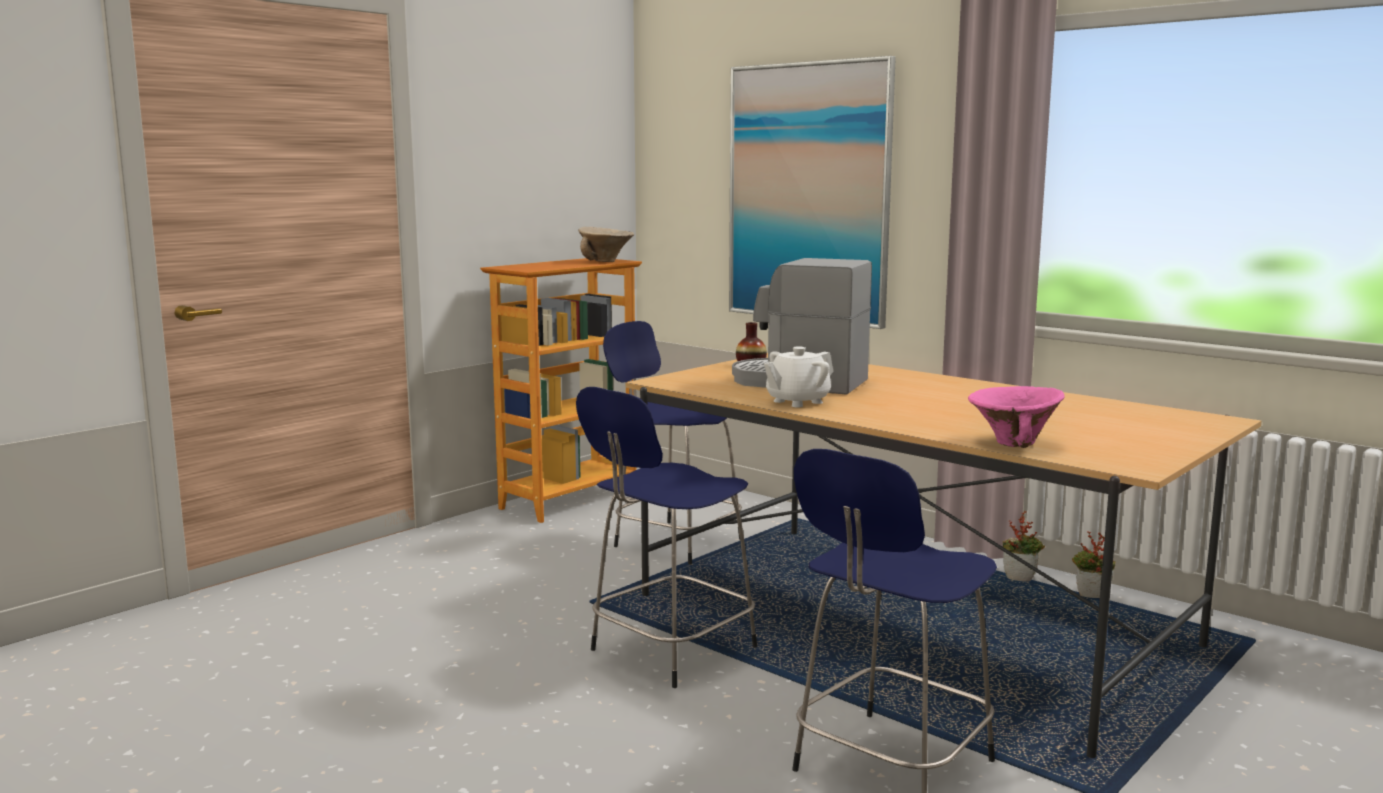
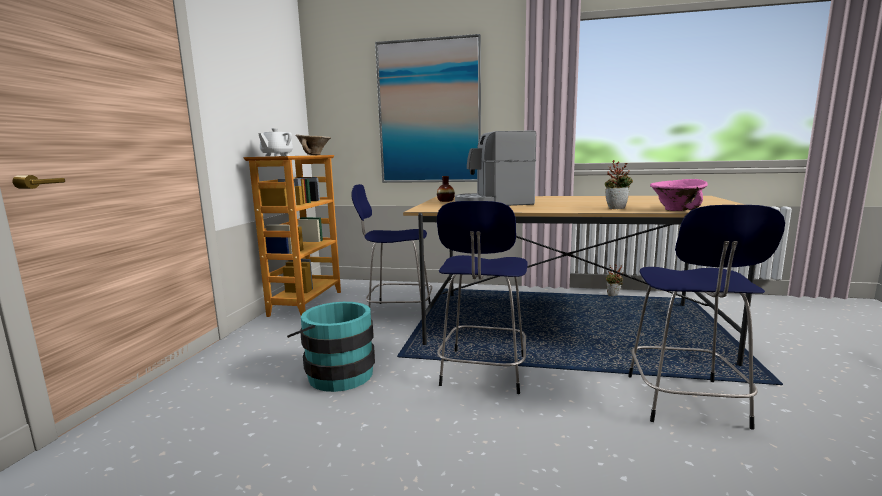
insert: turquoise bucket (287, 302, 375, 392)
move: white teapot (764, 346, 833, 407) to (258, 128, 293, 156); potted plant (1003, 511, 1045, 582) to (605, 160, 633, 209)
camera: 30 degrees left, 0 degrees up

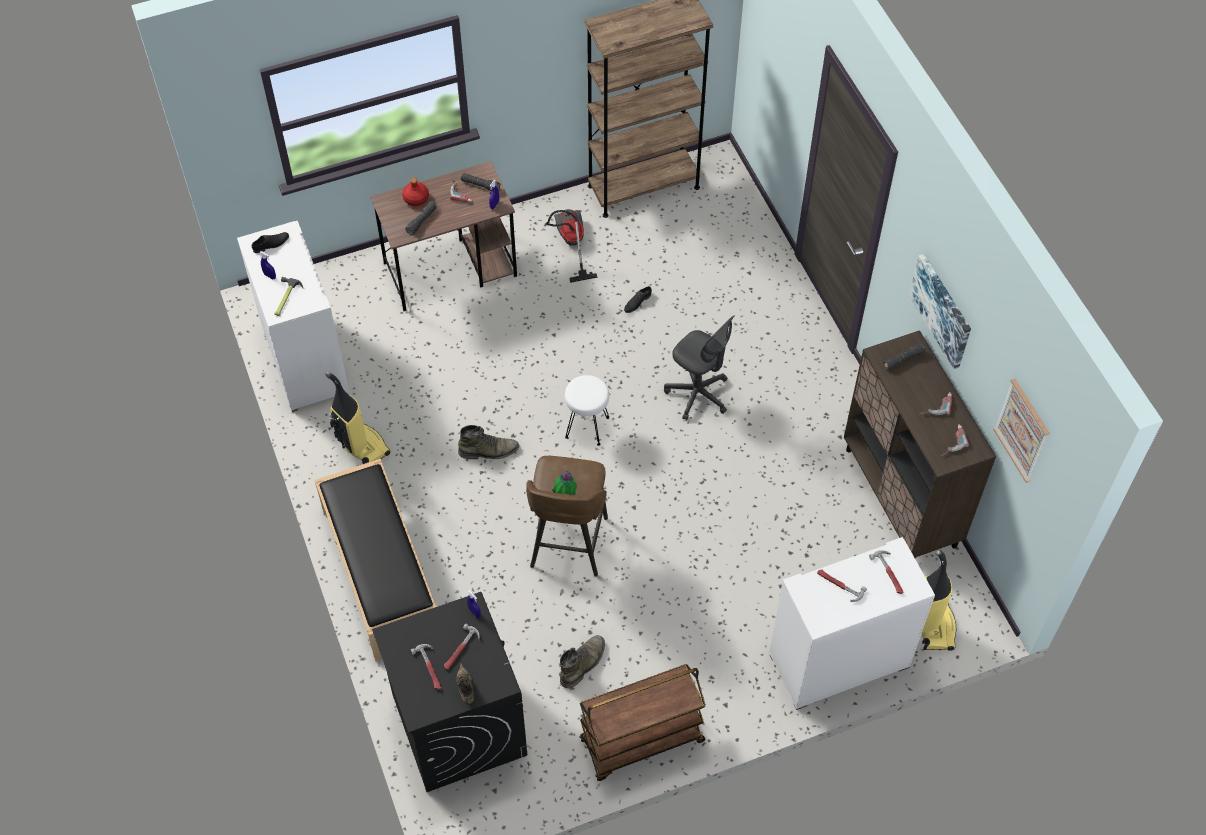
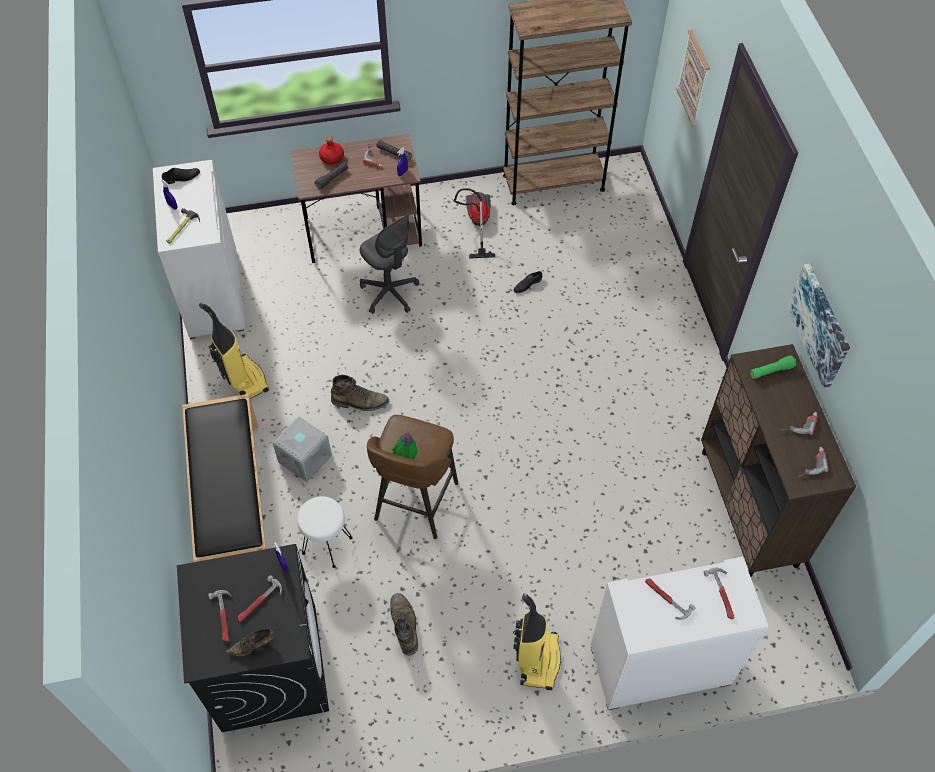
delete: brown cart (579, 664, 706, 781)
insert: grey storage box (273, 416, 332, 482)
move: white stool (565, 375, 609, 446) to (297, 496, 353, 568); grey office chair (664, 315, 734, 420) to (360, 214, 419, 314); vacuum cleaner (921, 549, 956, 651) to (513, 593, 561, 690); picture (993, 379, 1050, 483) to (676, 30, 710, 127)
recolor: black flashlight (884, 342, 925, 369) to green flashlight (750, 356, 796, 379)
rotate: brown shoe (456, 663, 474, 704) = (225, 628, 275, 656) 105 degrees counterclockwise; green boot (560, 635, 605, 688) = (390, 593, 418, 655) 60 degrees counterclockwise
camera: 10 degrees right, 0 degrees up

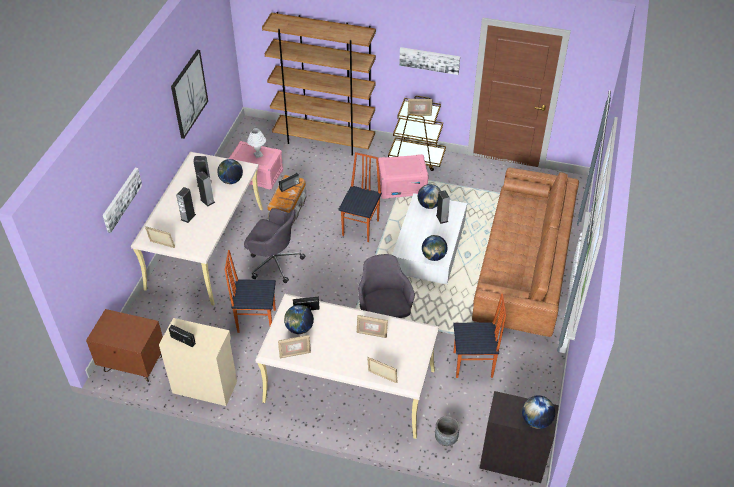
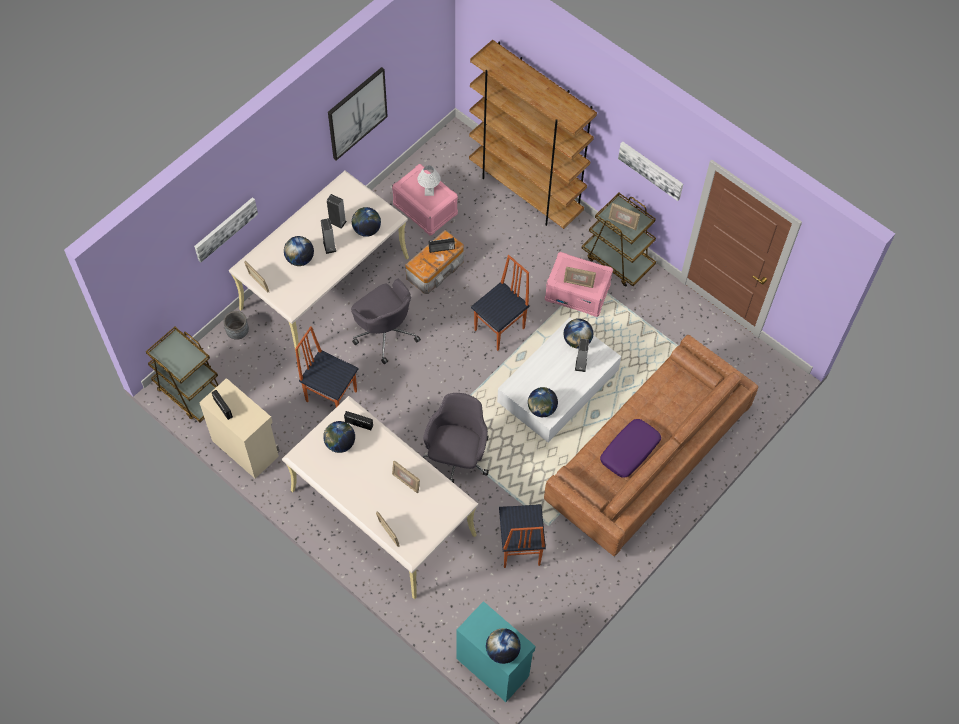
insert: purple pillow (600, 419, 661, 478)
move: picture frame (278, 335, 311, 359) to (564, 267, 596, 288); grey planter (435, 416, 460, 446) to (223, 311, 249, 340)
replace: brown nightstand (86, 309, 163, 382) to brown cart (146, 327, 218, 422); speaker (176, 187, 196, 223) to globe (284, 236, 314, 266)
recolor: black cabinet (480, 391, 559, 483) to turquoise cabinet (456, 601, 536, 702)
rotate: chair (453, 294, 506, 378) = (499, 504, 546, 568) 60 degrees clockwise
camera: 25 degrees right, 15 degrees up

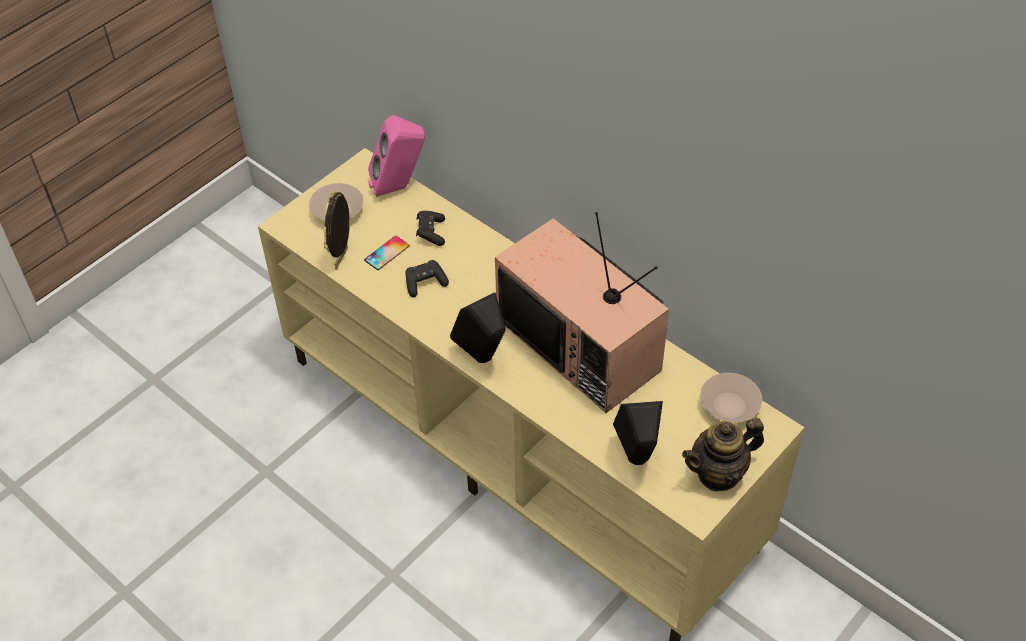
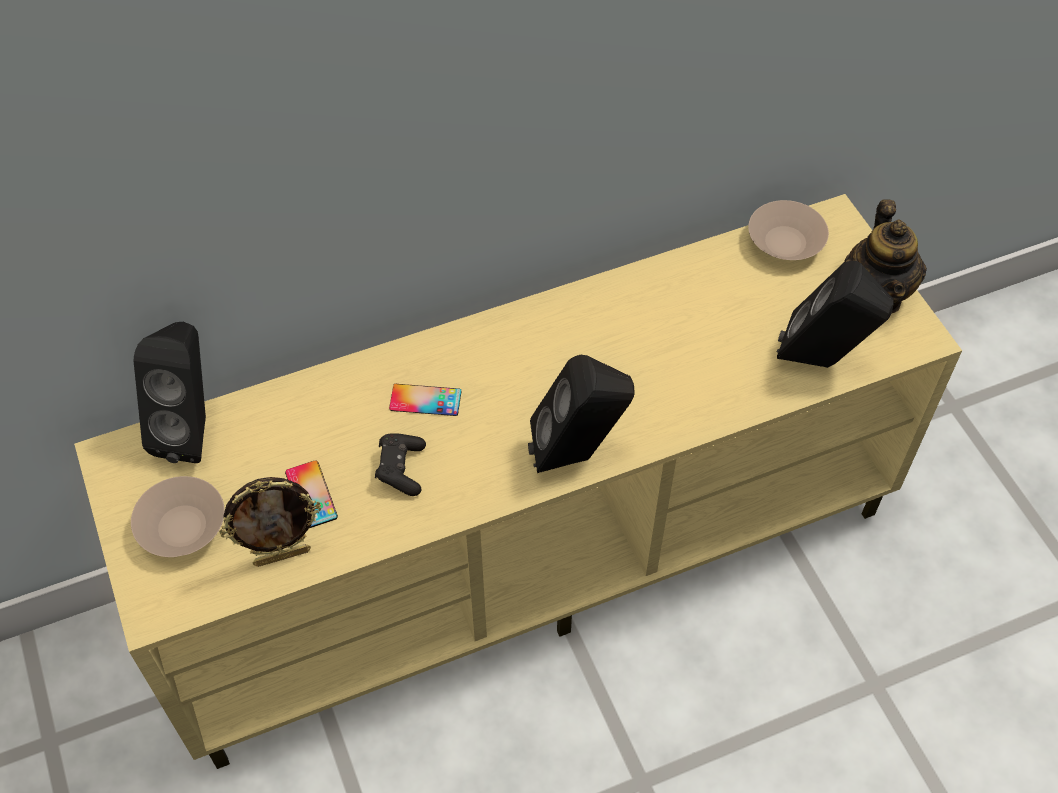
delete: black game controller (416, 211, 445, 246); television (495, 212, 669, 413)
insert: phone (389, 384, 461, 416)
recolor: pink speaker (368, 115, 425, 197) to black speaker (134, 322, 206, 463)
rotate: picture frame (324, 190, 350, 270) = (219, 477, 321, 567) 60 degrees counterclockwise
camera: 65 degrees left, 5 degrees up

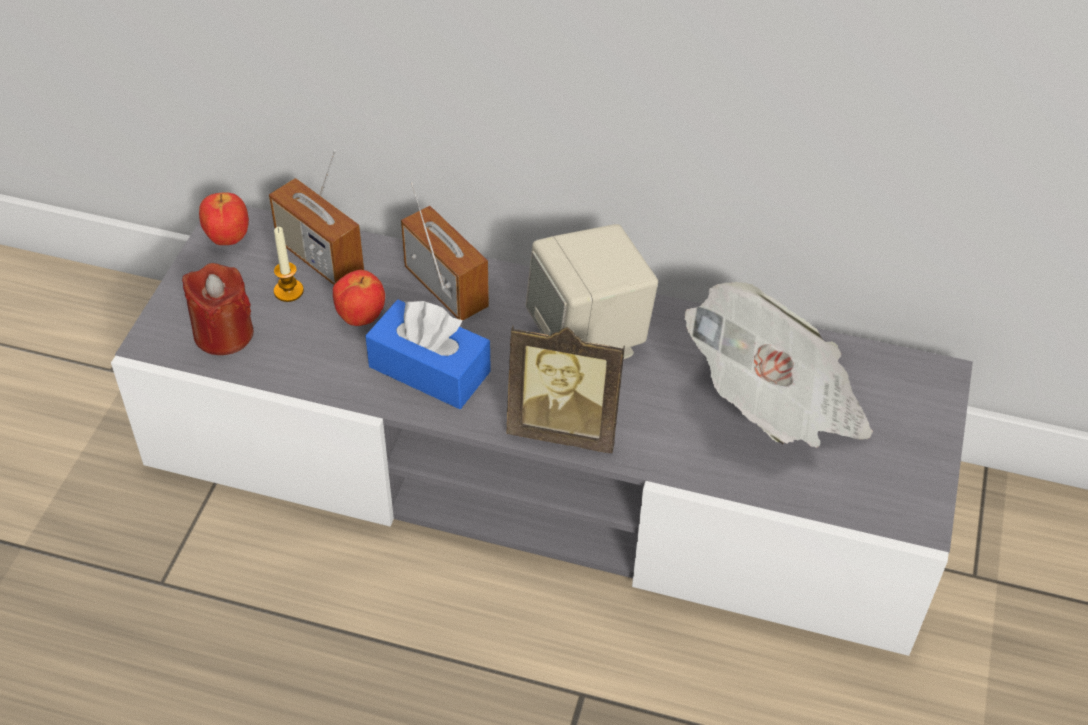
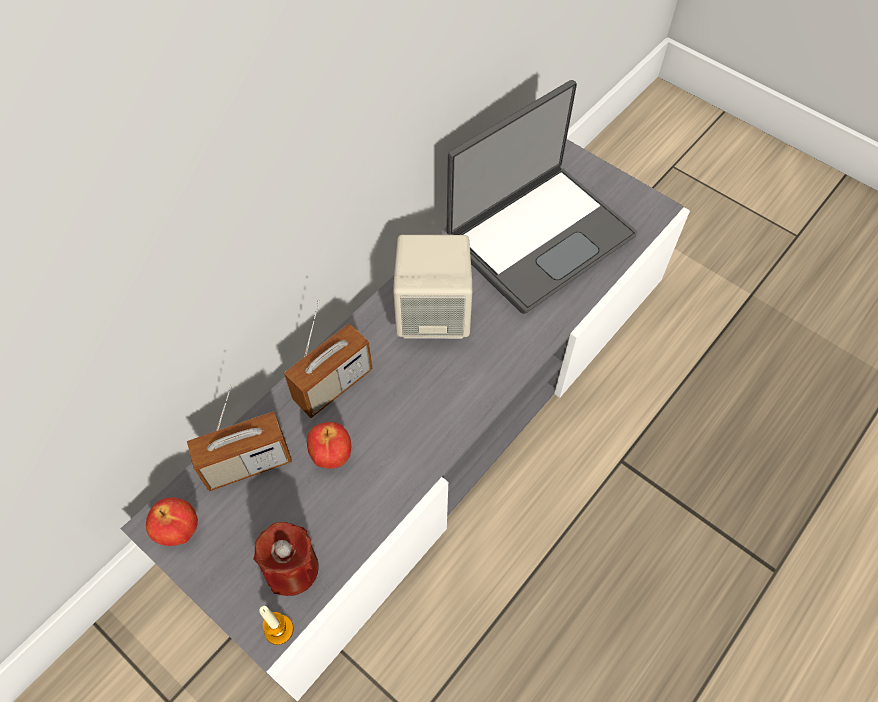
delete: blue tissue box (365, 300, 491, 409); picture frame (506, 326, 625, 453)
move: candle (274, 227, 304, 302) to (259, 606, 293, 645)
replace: newspaper (685, 282, 873, 448) to laptop (447, 80, 637, 314)
rotate: radio (401, 181, 489, 320) = (284, 299, 373, 418) 150 degrees clockwise
camera: 65 degrees left, 10 degrees up

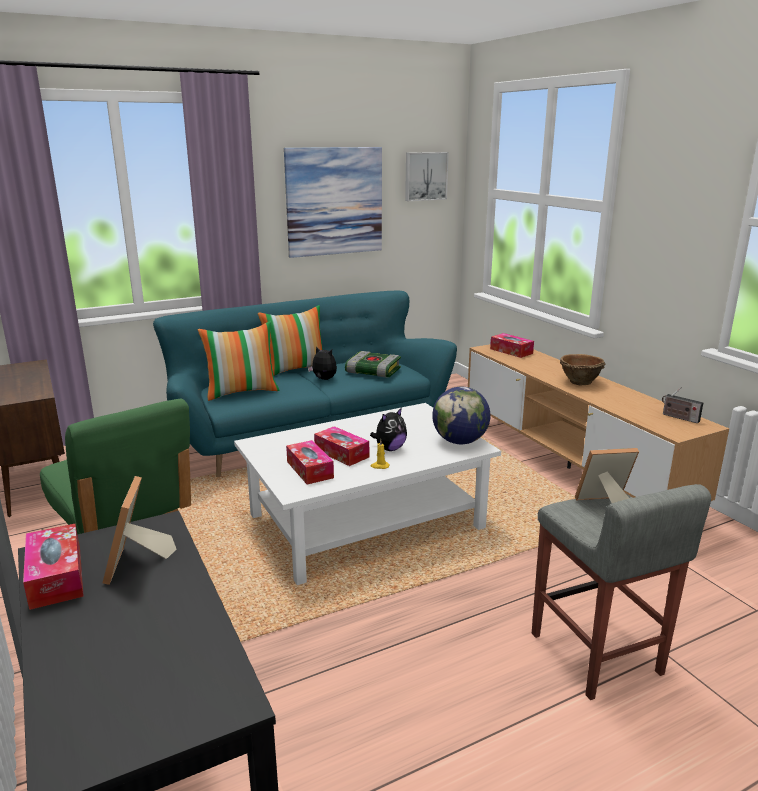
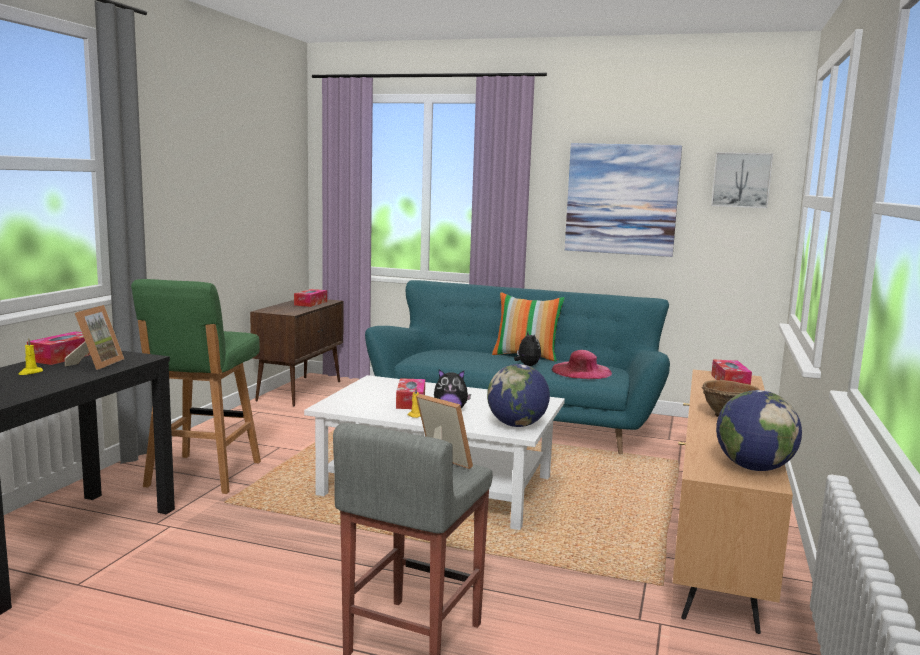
delete: pillow (198, 321, 280, 401)
insert: yellow candle (19, 338, 43, 375)
move: tissue box (286, 440, 334, 485) to (294, 289, 327, 307)
replace: book (345, 351, 401, 378) to pink hat (552, 350, 612, 379); radio (662, 387, 703, 424) to globe (716, 390, 802, 471)
rotate: picture frame (103, 476, 177, 585) = (65, 305, 124, 370) 150 degrees clockwise
camera: 45 degrees right, 10 degrees down

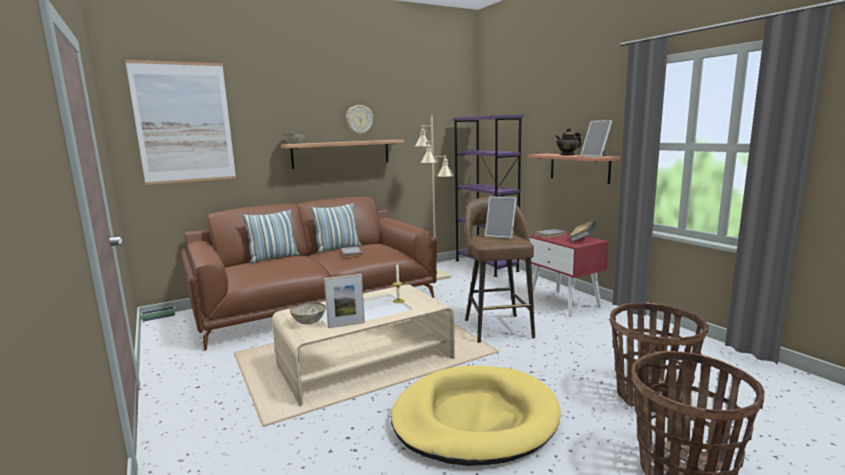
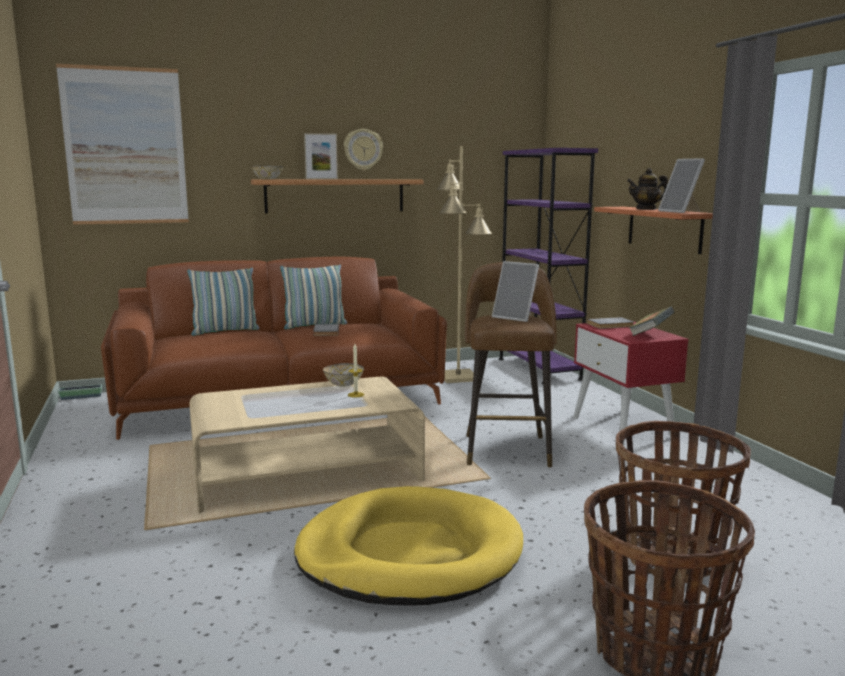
move: bowl (290, 302, 326, 324) to (323, 363, 364, 386); picture frame (324, 274, 365, 328) to (304, 133, 338, 179)
camera: 10 degrees right, 0 degrees up

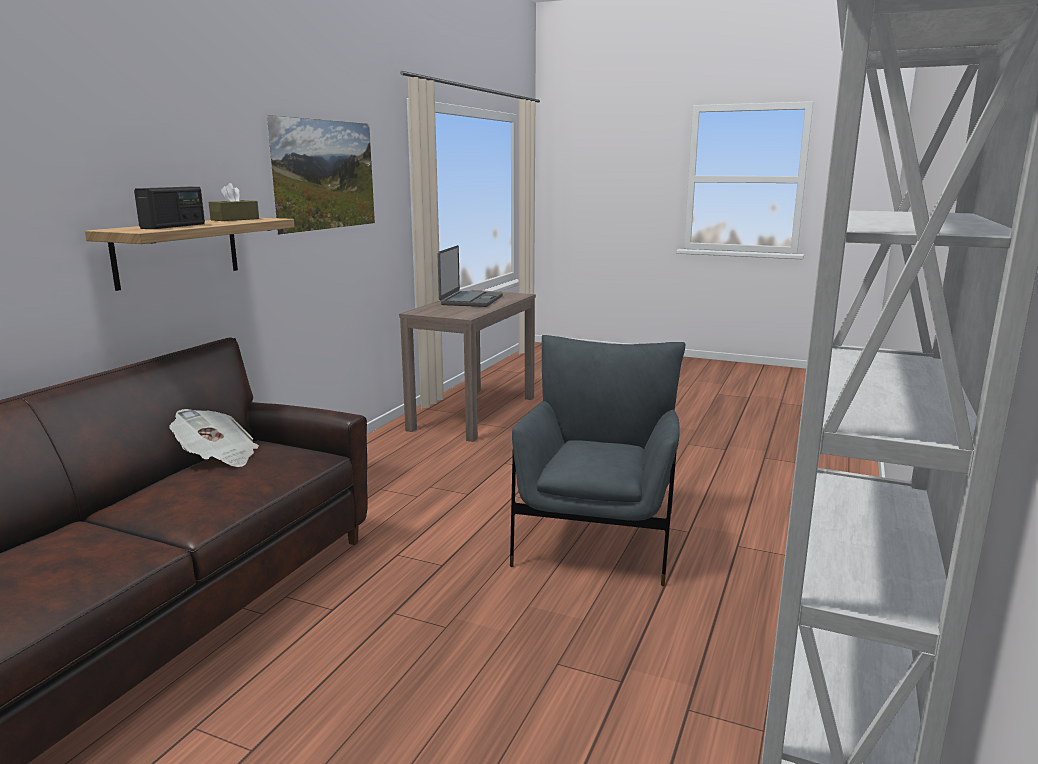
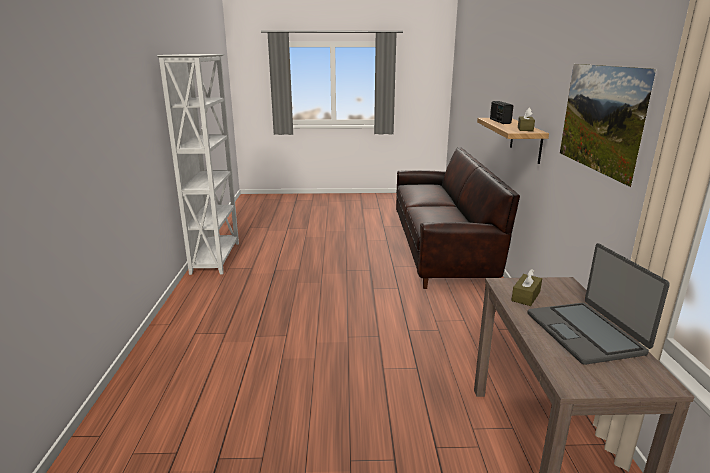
delete: newspaper (169, 409, 259, 467); grey armchair (510, 335, 685, 586)
insert: brown tissue box (511, 269, 542, 306)
camera: 155 degrees right, 5 degrees up

